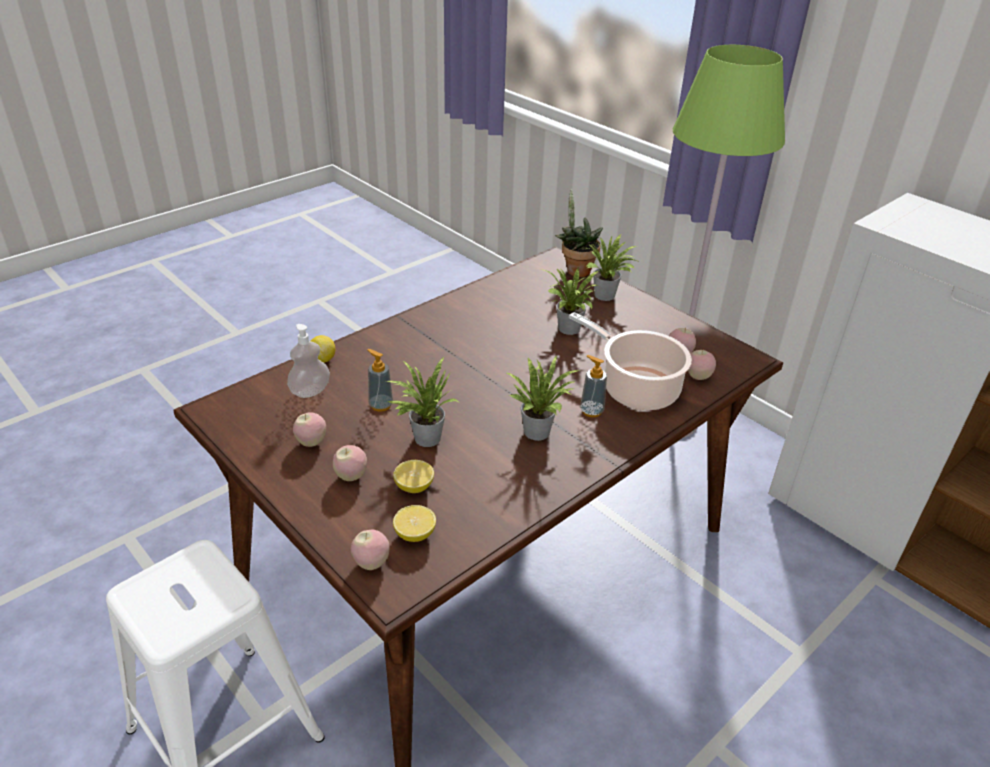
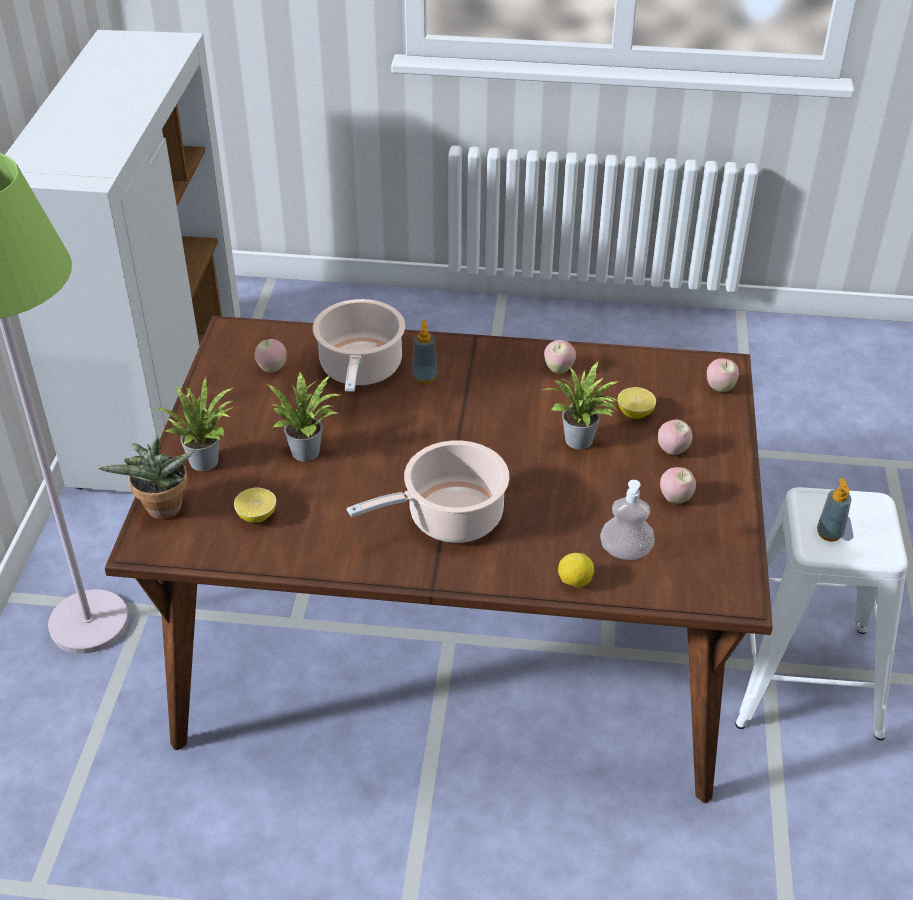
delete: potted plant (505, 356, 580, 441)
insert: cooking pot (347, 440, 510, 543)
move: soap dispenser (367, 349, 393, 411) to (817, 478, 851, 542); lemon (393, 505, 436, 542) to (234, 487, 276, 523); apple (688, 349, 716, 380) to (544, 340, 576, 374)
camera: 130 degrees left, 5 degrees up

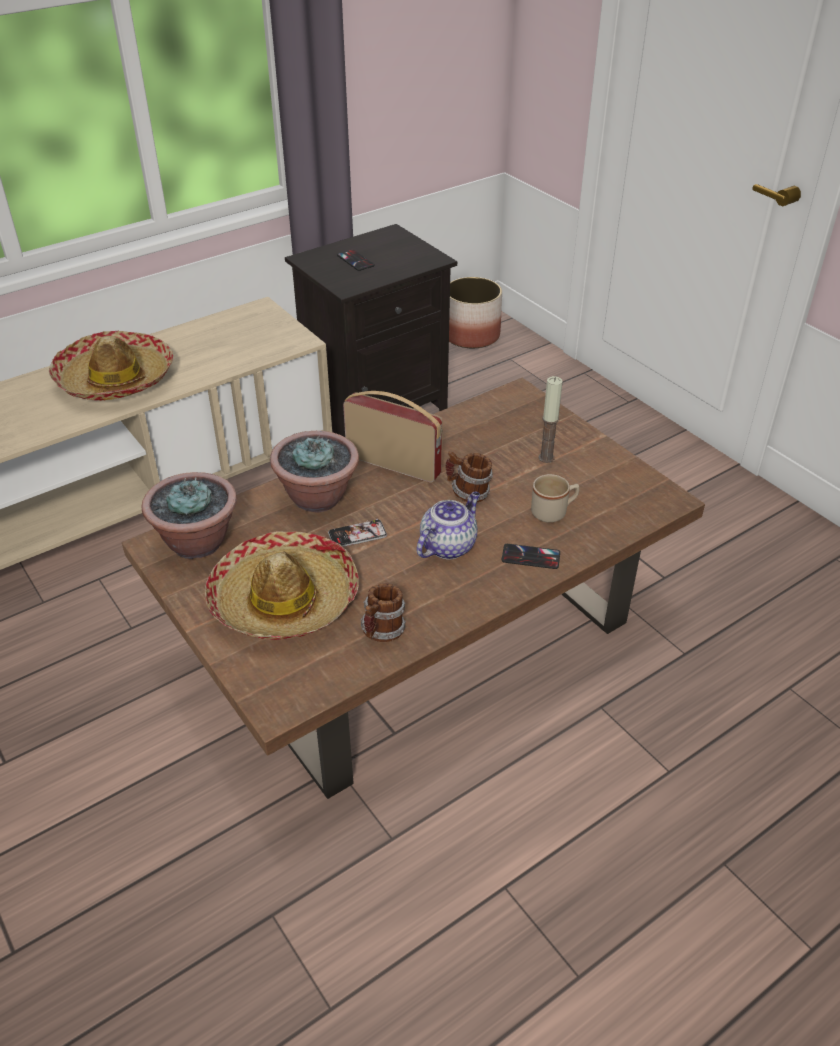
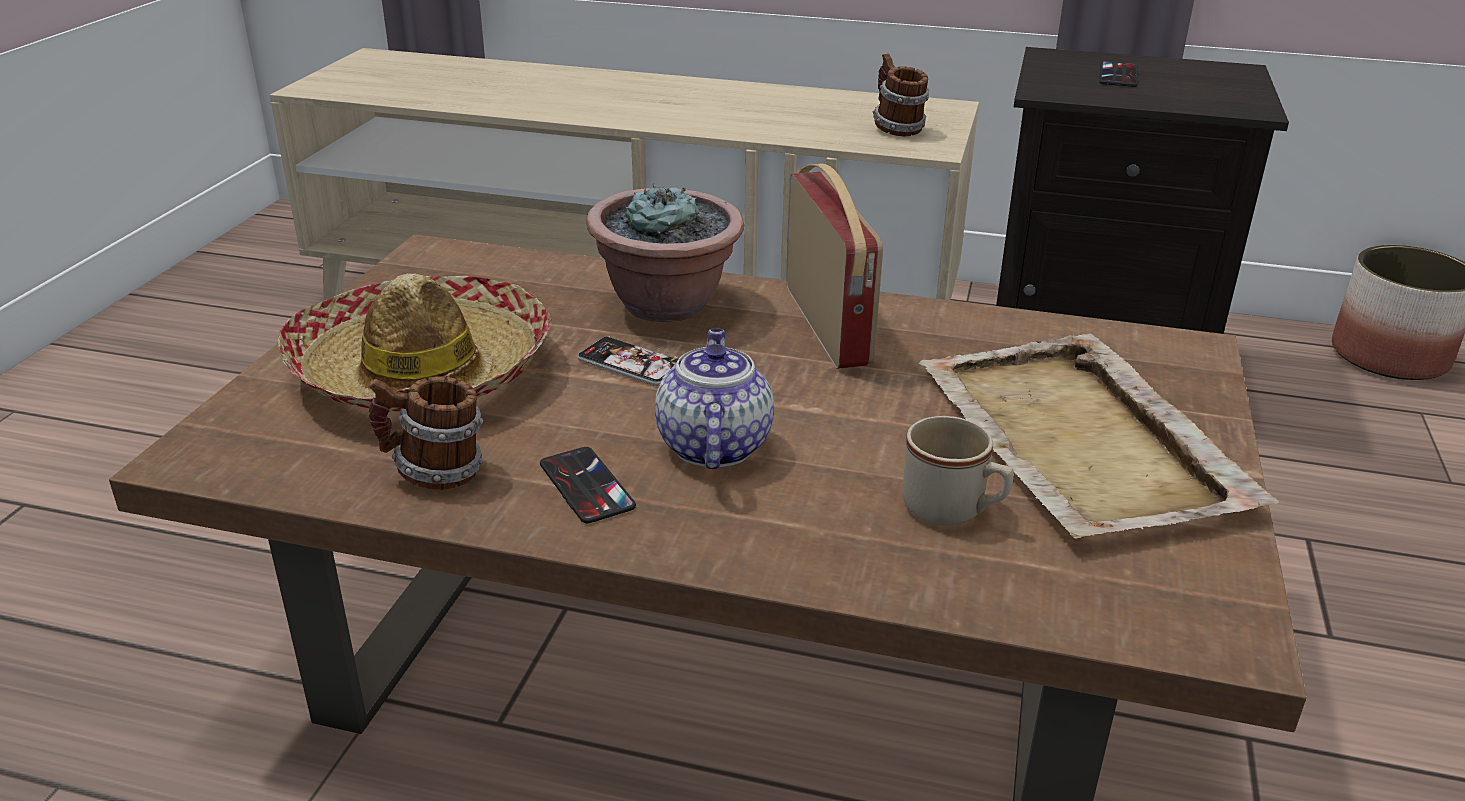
delete: hat (49, 331, 173, 401); potted plant (141, 472, 237, 559)
move: mug (445, 451, 493, 502) to (873, 54, 929, 137); phone (501, 544, 560, 569) to (540, 447, 636, 523)
replace: candle (539, 376, 563, 463) to beige tray (919, 333, 1279, 539)
rotate: teapot (416, 491, 480, 560) = (655, 328, 774, 469) 90 degrees counterclockwise
camera: 50 degrees right, 10 degrees down

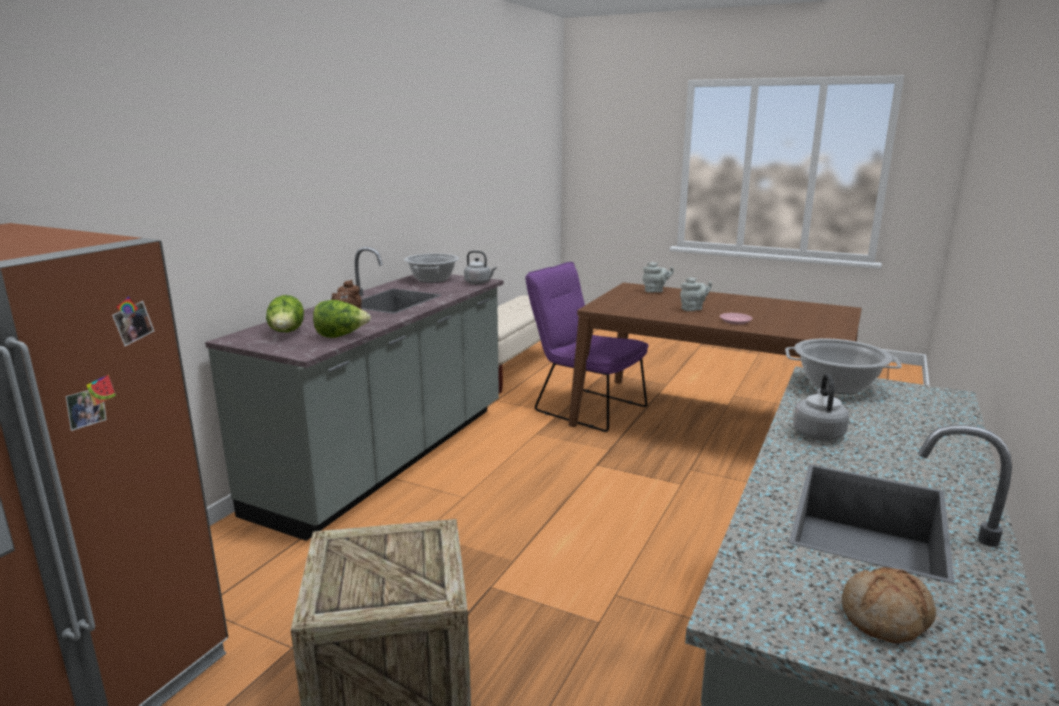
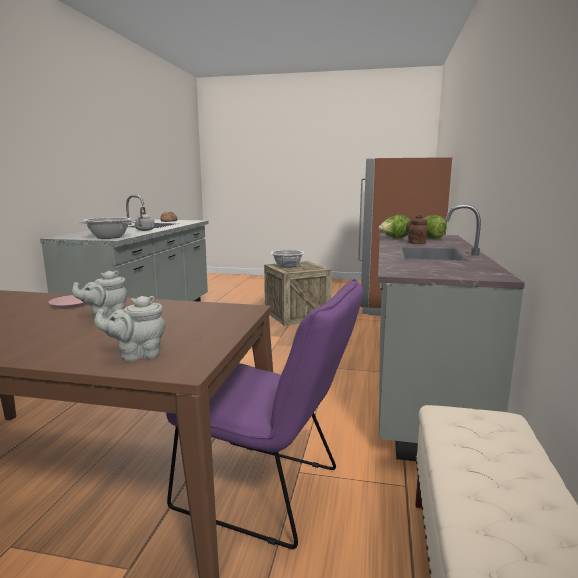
delete: grey kettle (464, 251, 496, 284)
move: cooking pot (404, 253, 459, 283) to (271, 250, 305, 267)
camera: 165 degrees right, 5 degrees down

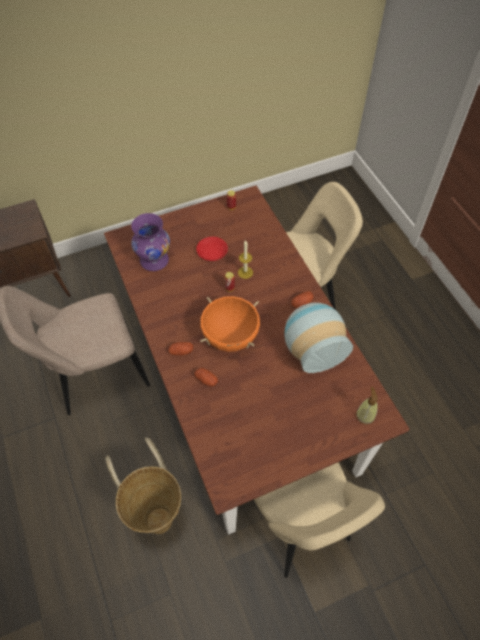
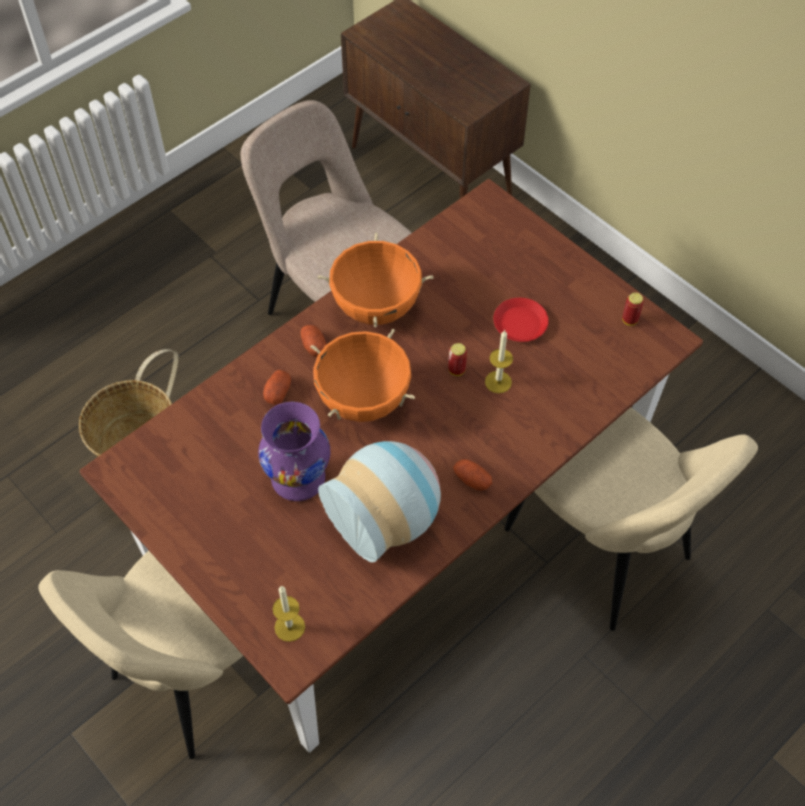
insert: orange cooking pot (318, 233, 434, 327)
move: purple vase (131, 213, 170, 271) to (258, 402, 330, 501)
replace: soap dispenser (356, 387, 378, 425) to candle (272, 586, 305, 642)
camera: 70 degrees right, 0 degrees up

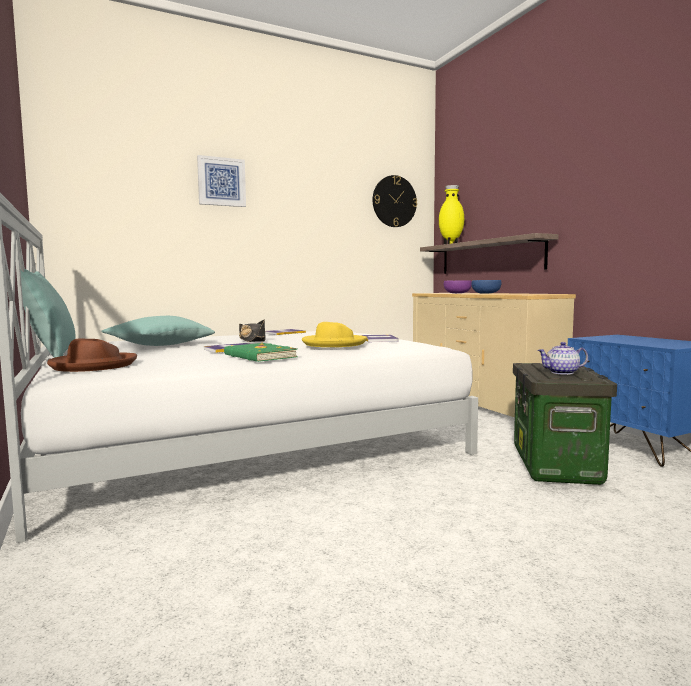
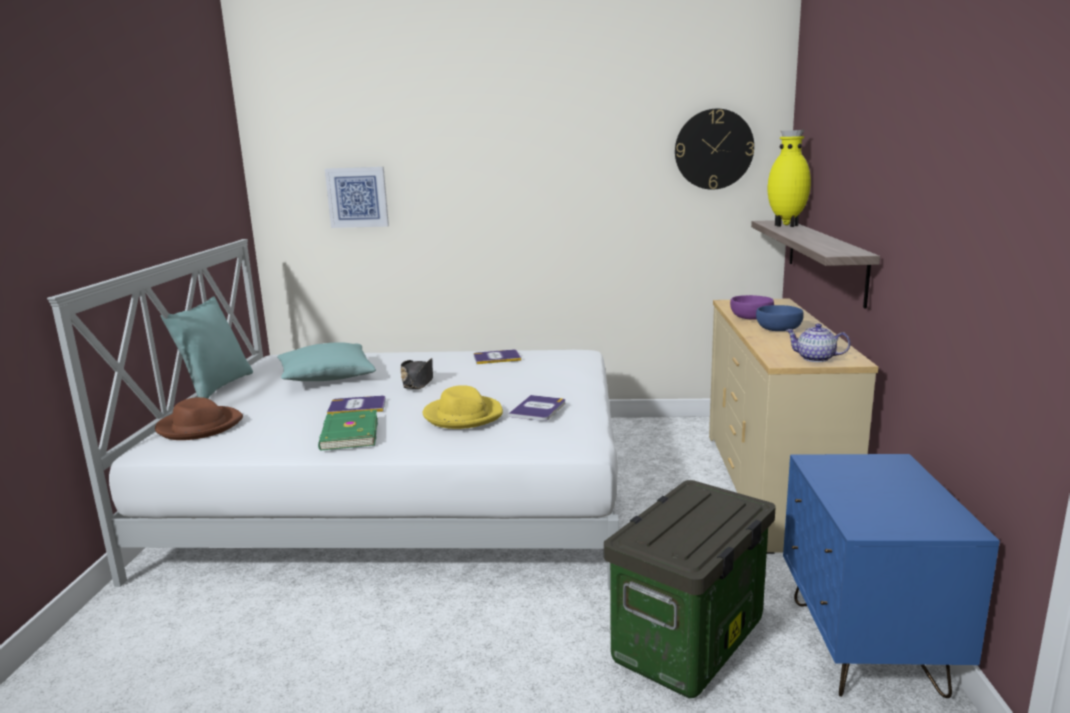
move: picture (197, 155, 246, 207) to (325, 167, 389, 228); teapot (537, 342, 588, 375) to (785, 323, 851, 362)
camera: 30 degrees right, 10 degrees up

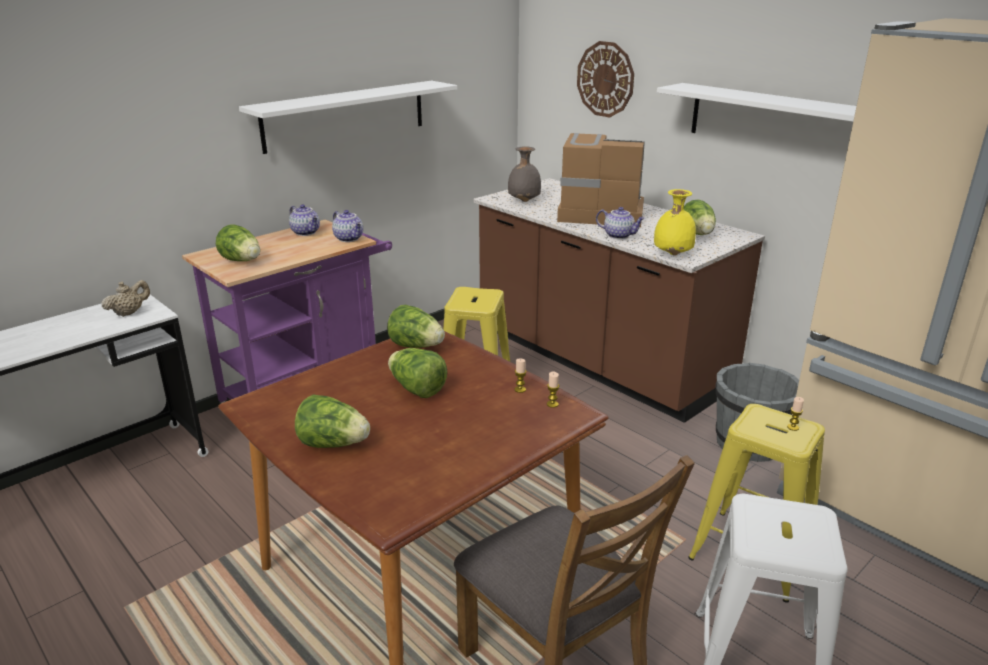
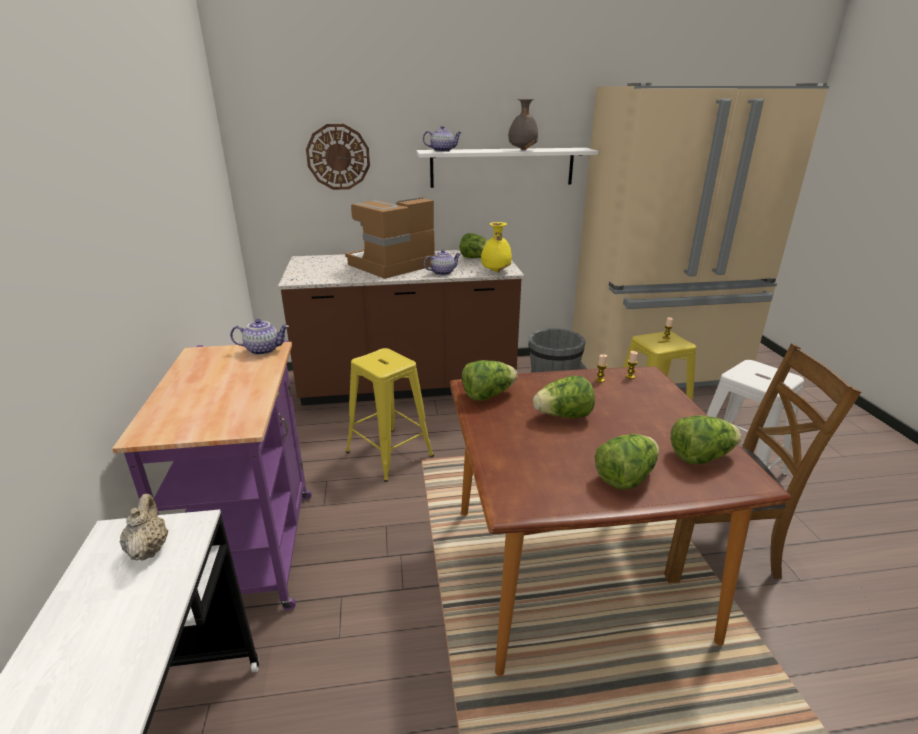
delete: white shelf (239, 81, 457, 154)
move: lettuce (216, 225, 260, 261) to (671, 415, 742, 465); teapot (289, 204, 320, 236) to (423, 126, 462, 152); grey vase (508, 147, 541, 202) to (508, 99, 538, 150)
camera: 55 degrees left, 0 degrees up

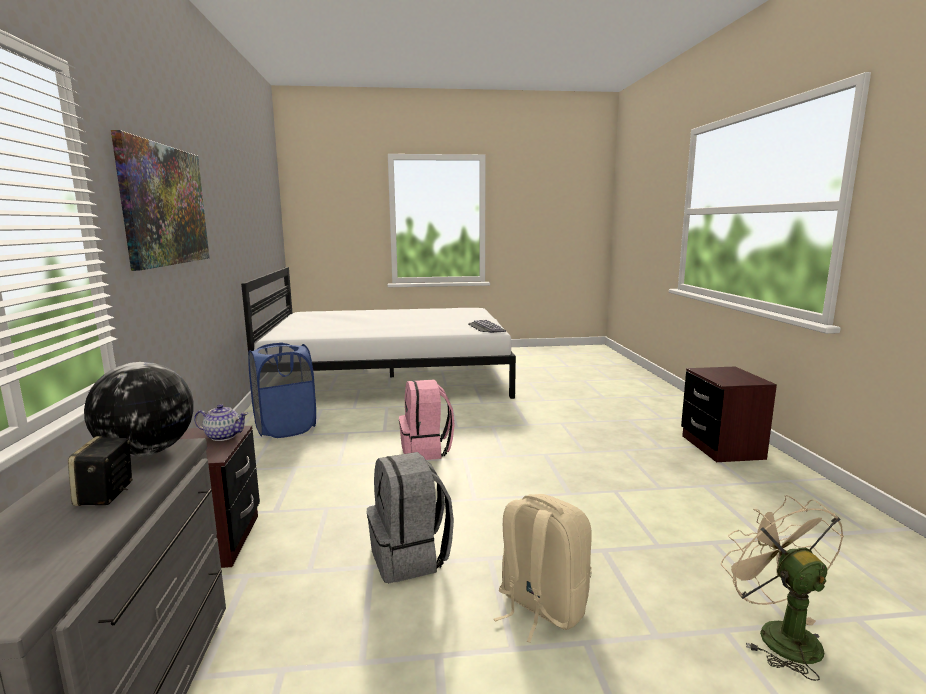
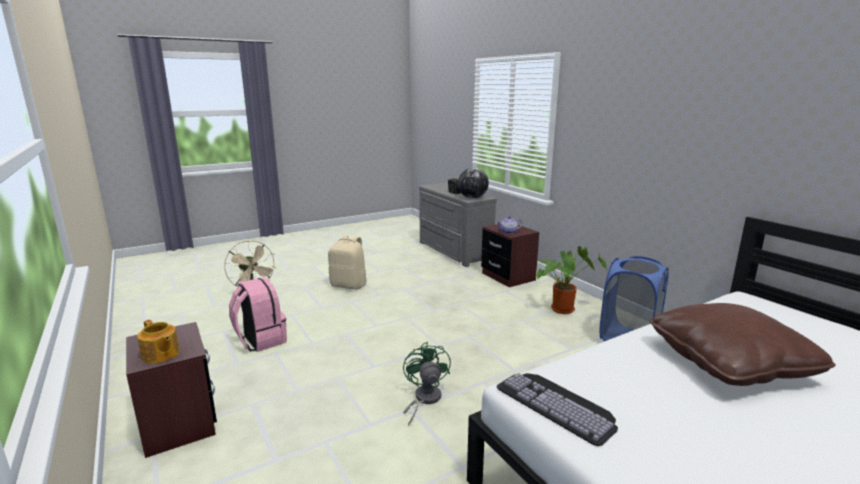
delete: picture (111, 130, 210, 271); grey backpack (367, 452, 454, 583)
insert: teapot (137, 320, 180, 364); green fan (403, 342, 451, 426); potted plant (535, 246, 607, 314); brown pillow (649, 303, 836, 386)
move: pink backpack (399, 380, 455, 460) to (229, 277, 287, 352)
camera: 155 degrees right, 5 degrees up

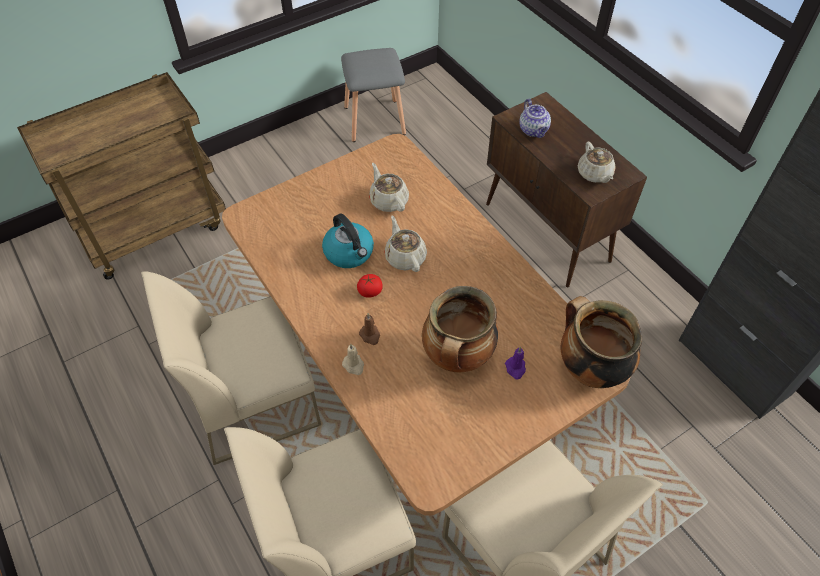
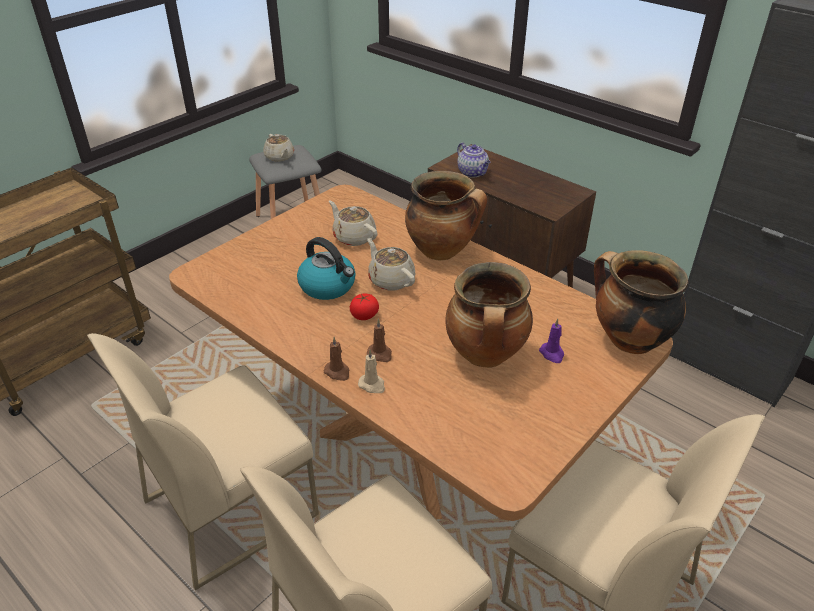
insert: brown candle (324, 337, 350, 381); cooking pot (405, 171, 487, 260)
move: beige teapot (578, 142, 615, 183) to (263, 134, 294, 162)
camera: 15 degrees left, 15 degrees down

